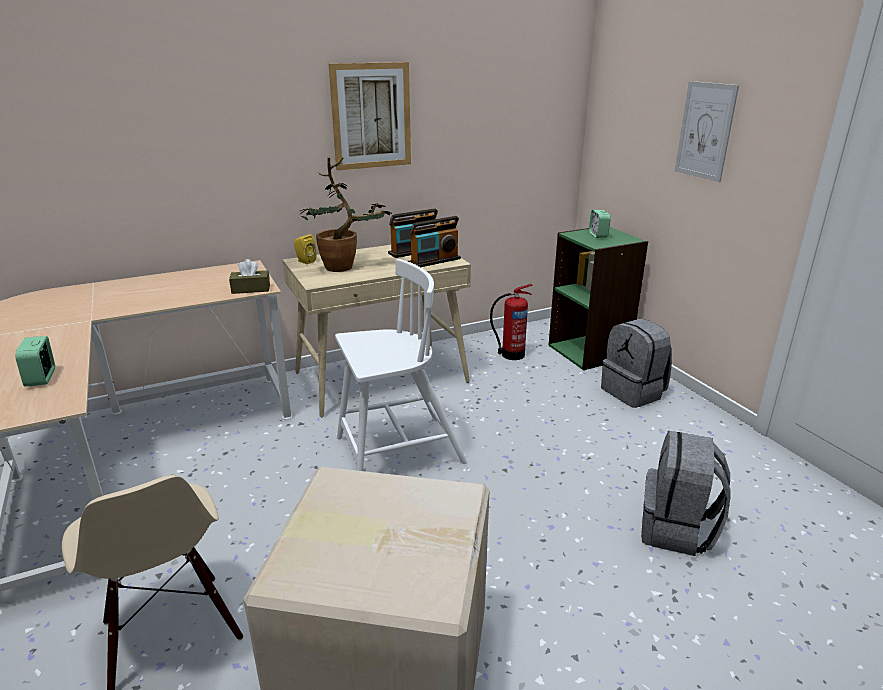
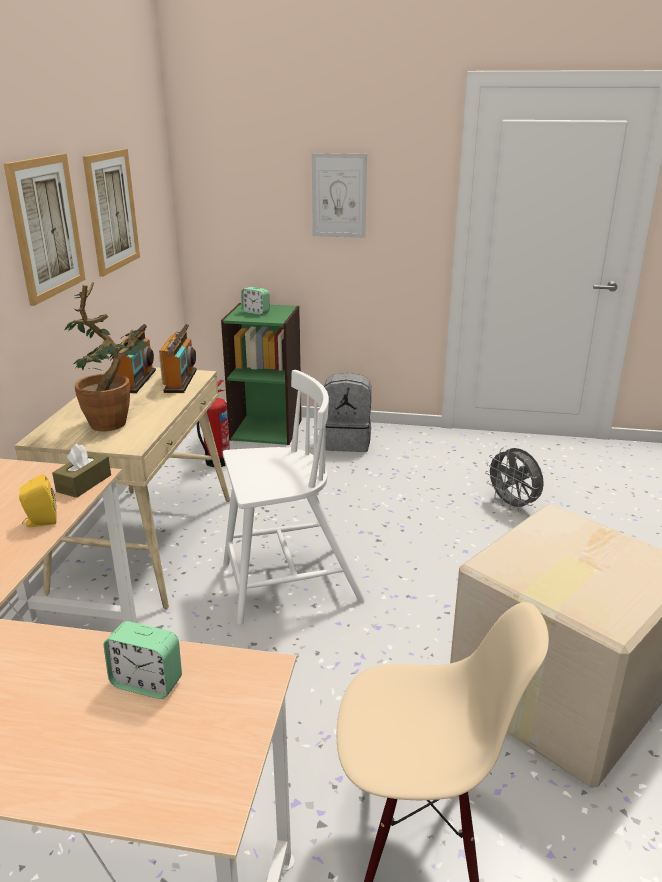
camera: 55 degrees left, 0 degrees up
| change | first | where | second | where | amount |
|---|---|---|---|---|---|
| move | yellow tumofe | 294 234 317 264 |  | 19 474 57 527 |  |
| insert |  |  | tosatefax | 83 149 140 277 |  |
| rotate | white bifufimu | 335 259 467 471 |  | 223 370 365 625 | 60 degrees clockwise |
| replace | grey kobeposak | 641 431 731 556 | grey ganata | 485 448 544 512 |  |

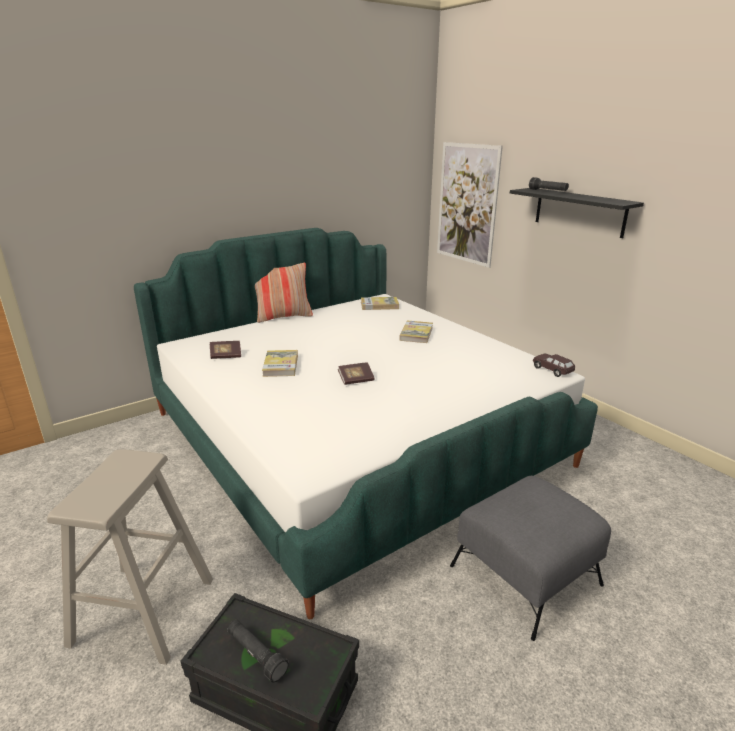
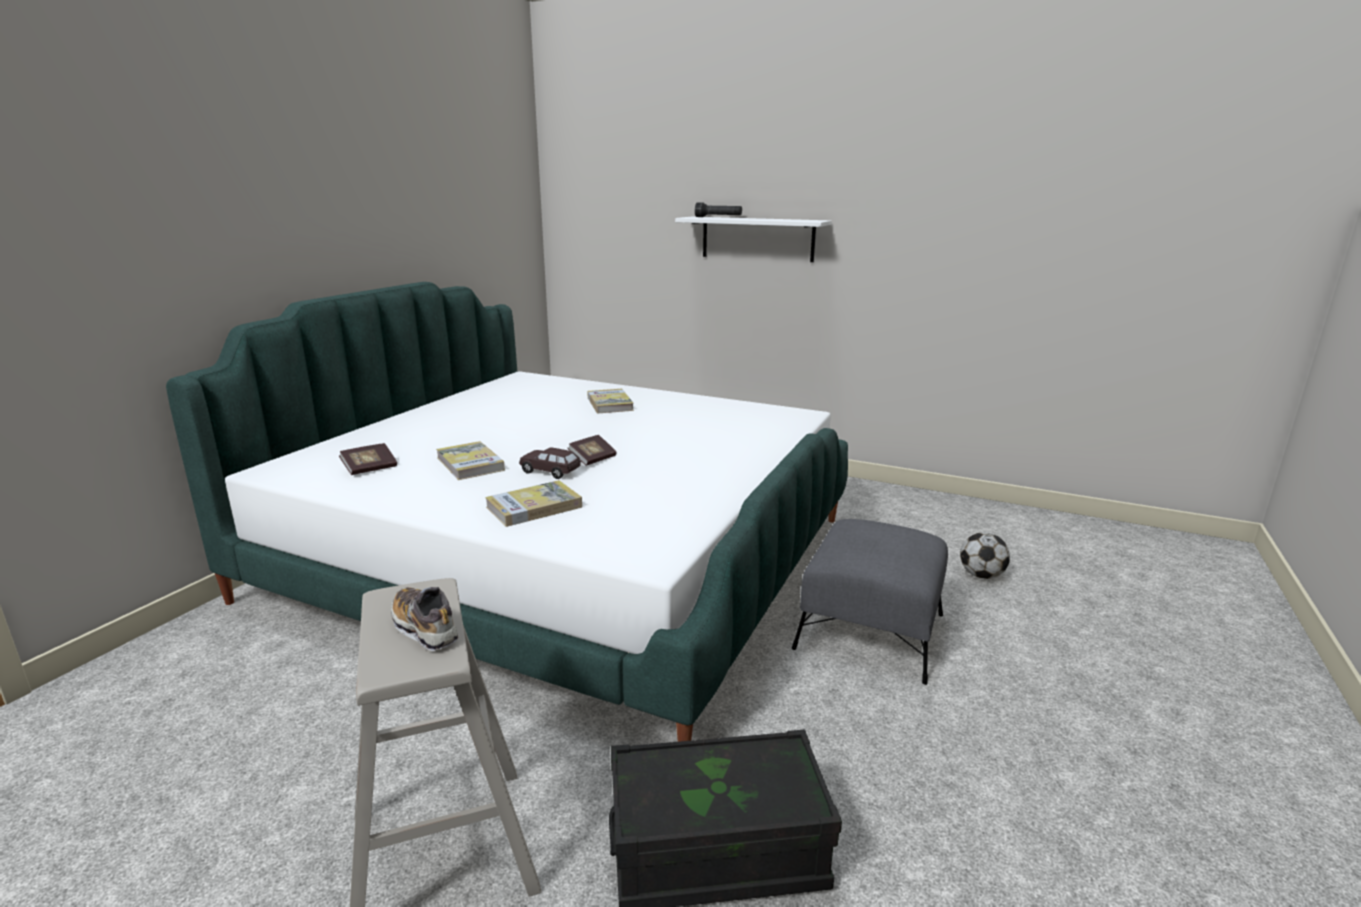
camera: 30 degrees left, 5 degrees down
| change | first | where | second | where | amount |
|---|---|---|---|---|---|
| insert |  |  | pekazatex | 391 587 458 651 |  |
| move | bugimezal | 361 297 399 310 |  | 485 480 582 527 |  |
| move | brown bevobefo | 533 354 575 377 |  | 519 447 581 479 |  |
| recolor | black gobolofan | 510 188 644 238 | white gobolofan | 675 217 832 262 |  |
| insert |  |  | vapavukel | 960 532 1010 579 |  |
| delete | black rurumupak | 228 620 289 683 |  |  |  |
| delete | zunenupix | 255 263 313 323 |  |  |  |
| delete | tosatefax | 437 142 503 268 |  |  |  |

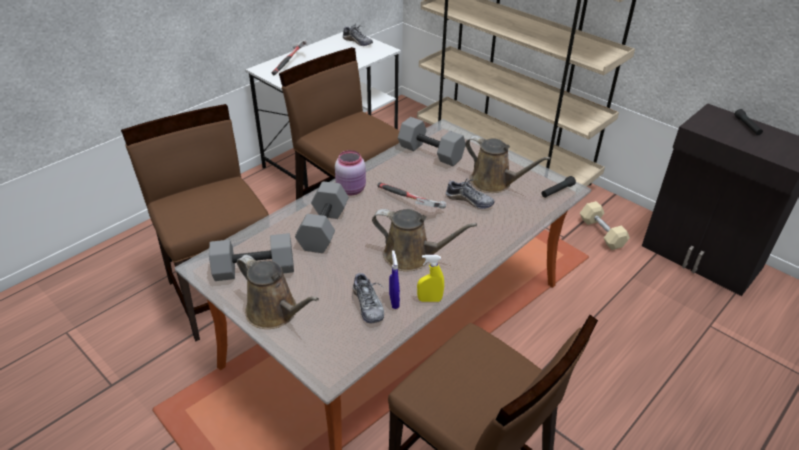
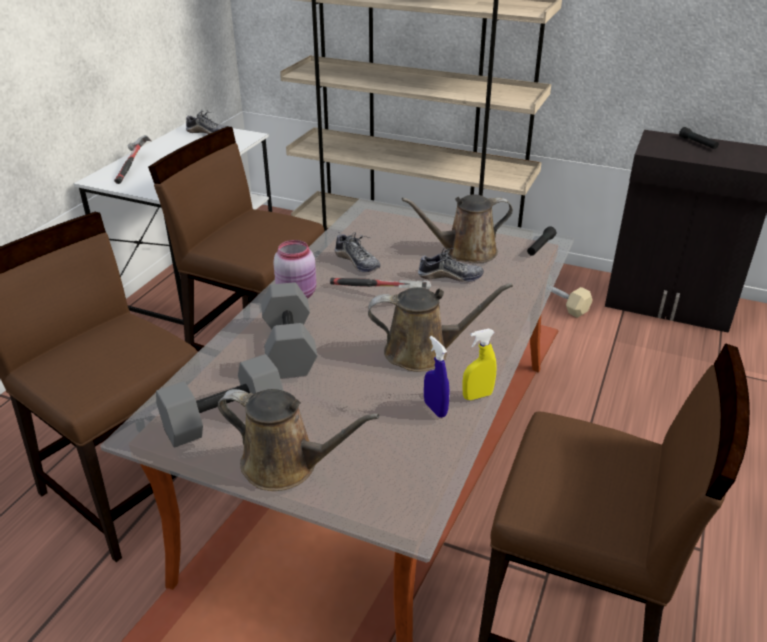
camera: 20 degrees left, 5 degrees down
| change | first | where | second | where | amount |
|---|---|---|---|---|---|
| move | pekazatex | 352 270 384 323 |  | 335 232 380 272 |  |
| rotate | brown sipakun | 465 136 551 193 |  | 402 195 513 263 | 150 degrees clockwise |
| delete | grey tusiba | 398 117 465 166 |  |  |  |

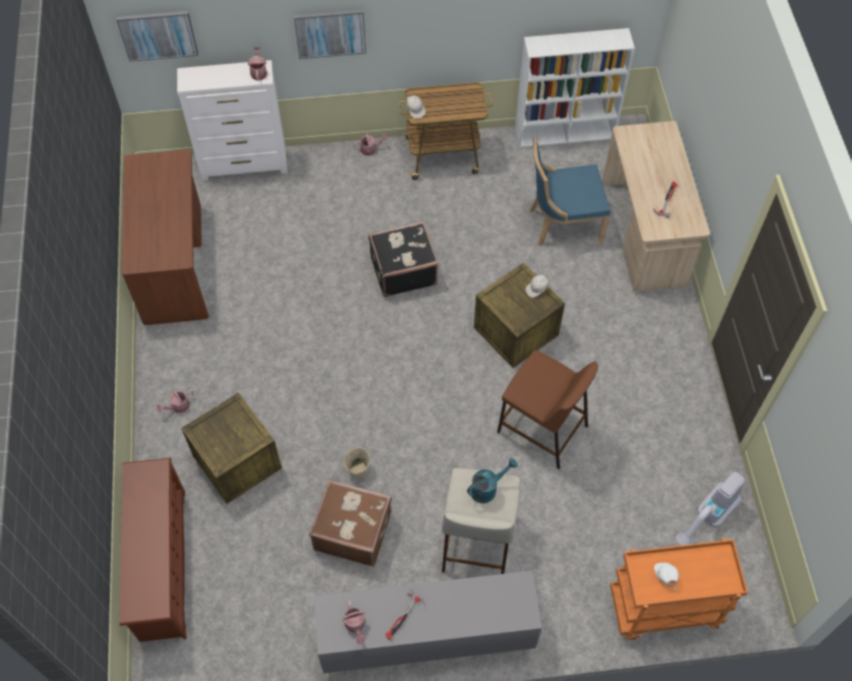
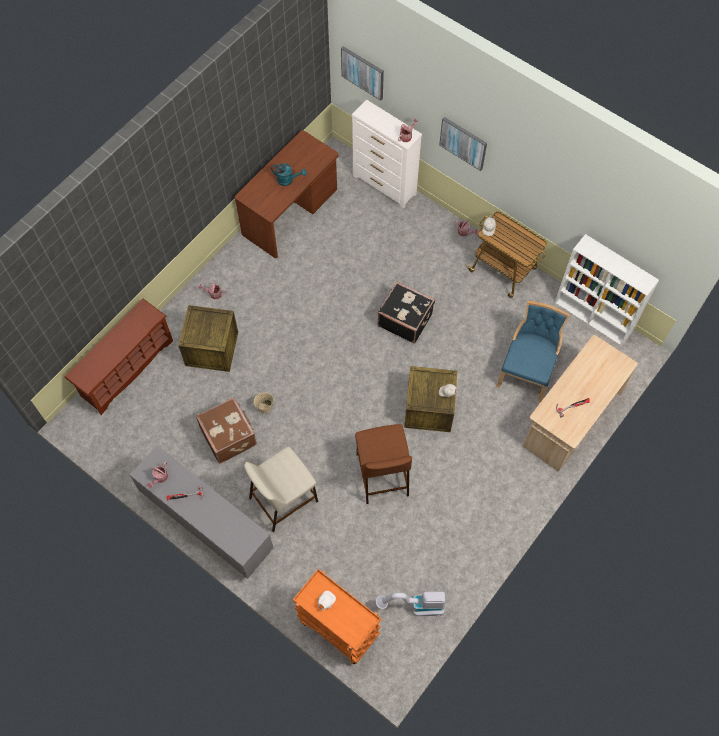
camera: 45 degrees right, 5 degrees up
| change | first | where | second | where | amount |
|---|---|---|---|---|---|
| move | turquoise sipakun | 467 458 518 503 |  | 271 163 307 186 |  |
| rotate | blue bifufimu | 530 137 610 246 |  | 496 301 570 402 | 75 degrees clockwise |

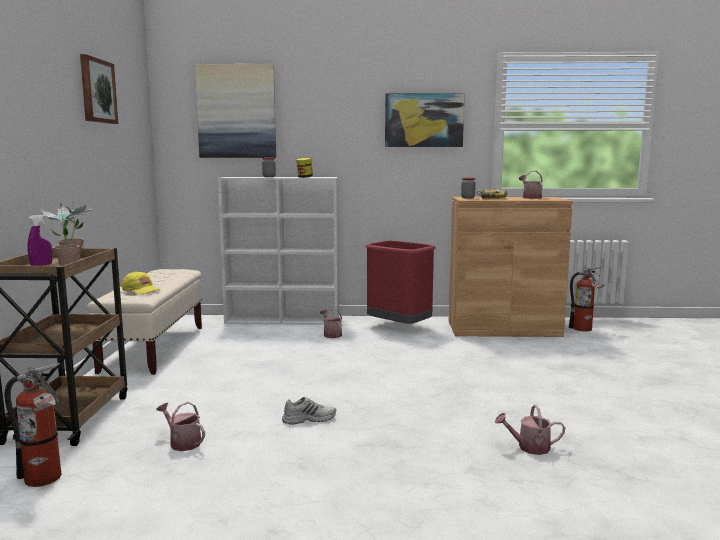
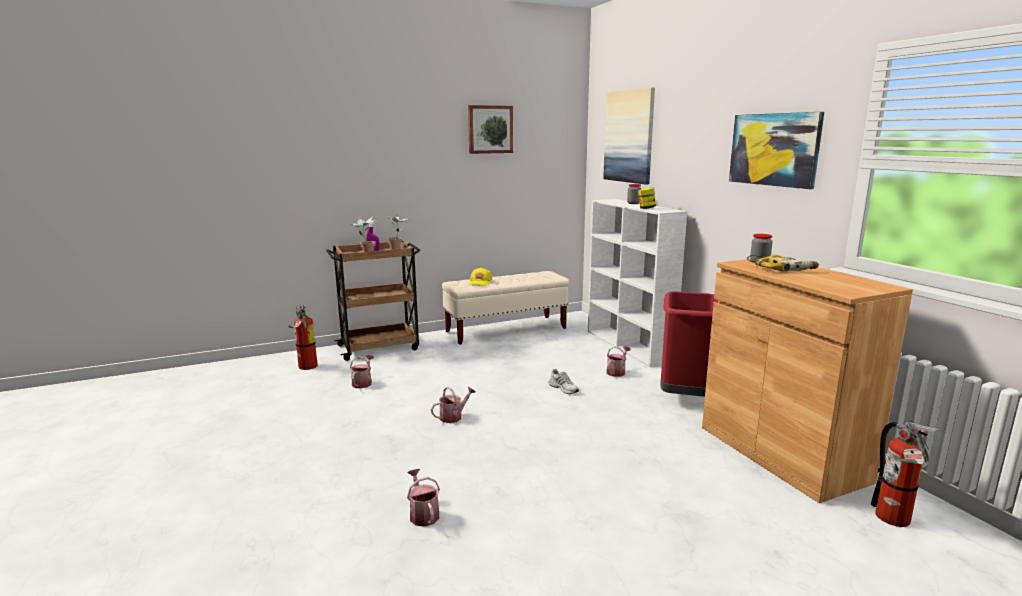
camera: 65 degrees right, 5 degrees up
| change | first | where | second | where | amount |
|---|---|---|---|---|---|
| move | sipakun | 519 171 543 199 |  | 431 387 476 423 |  |
| move | white pekazatex | 282 397 336 425 |  | 549 369 579 394 |  |

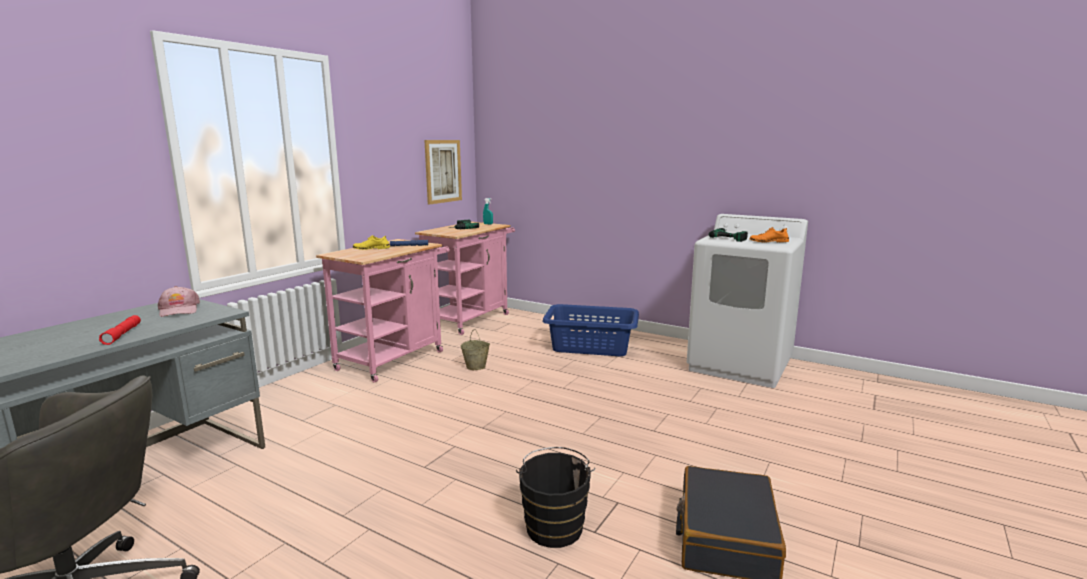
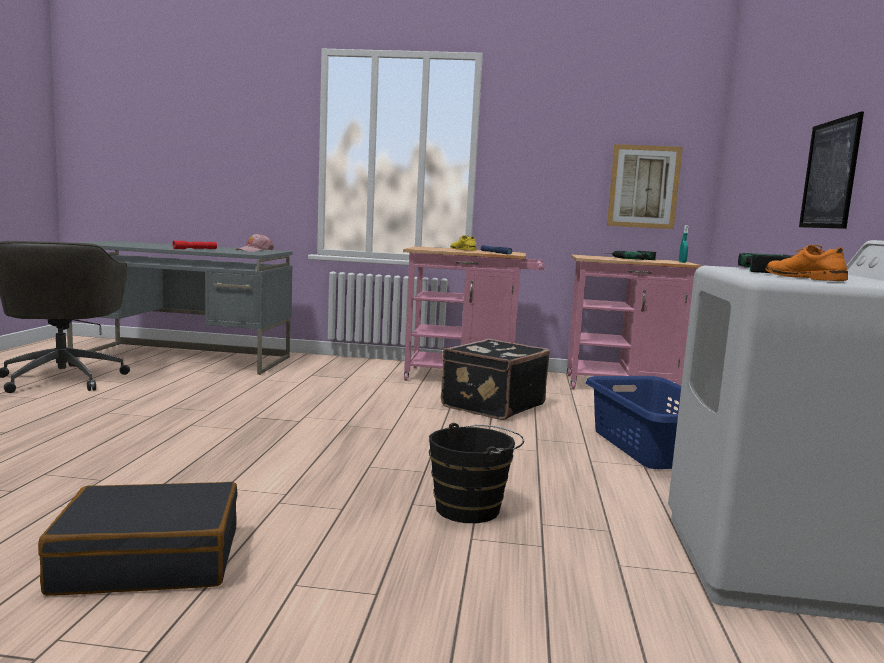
camera: 65 degrees right, 5 degrees down
| change | first | where | second | where | amount |
|---|---|---|---|---|---|
| move | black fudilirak | 516 447 595 548 |  | 429 423 524 523 |  |
| replace | beige fudilirak | 460 329 490 370 | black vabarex | 441 338 550 420 |  |
| insert |  |  | tosatefax | 799 112 864 229 |  |

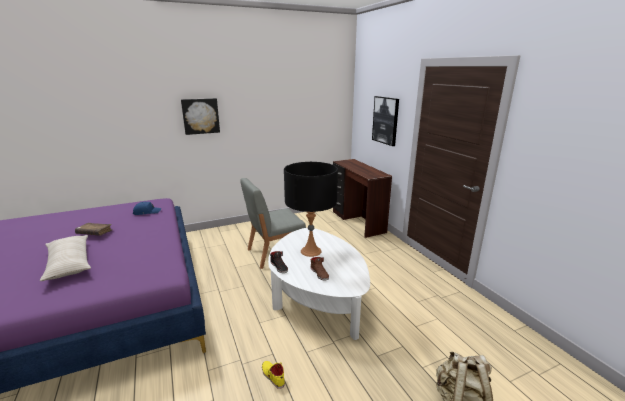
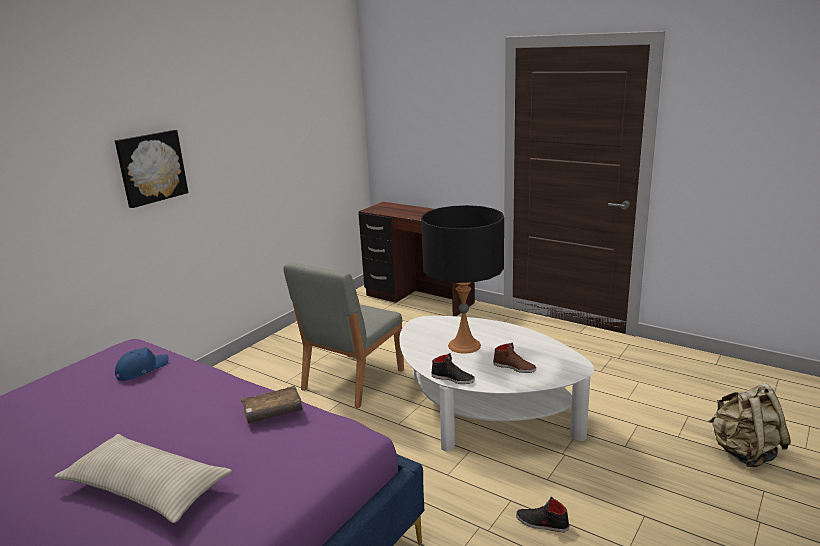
camera: 30 degrees left, 0 degrees up
| change | first | where | second | where | amount |
|---|---|---|---|---|---|
| move | brown bugimezal | 75 223 112 236 |  | 241 386 303 424 |  |
| recolor | yellow pekazatex | 262 361 285 389 | black pekazatex | 516 497 569 532 |  |
| delete | tosatefax | 372 96 399 146 |  |  |  |

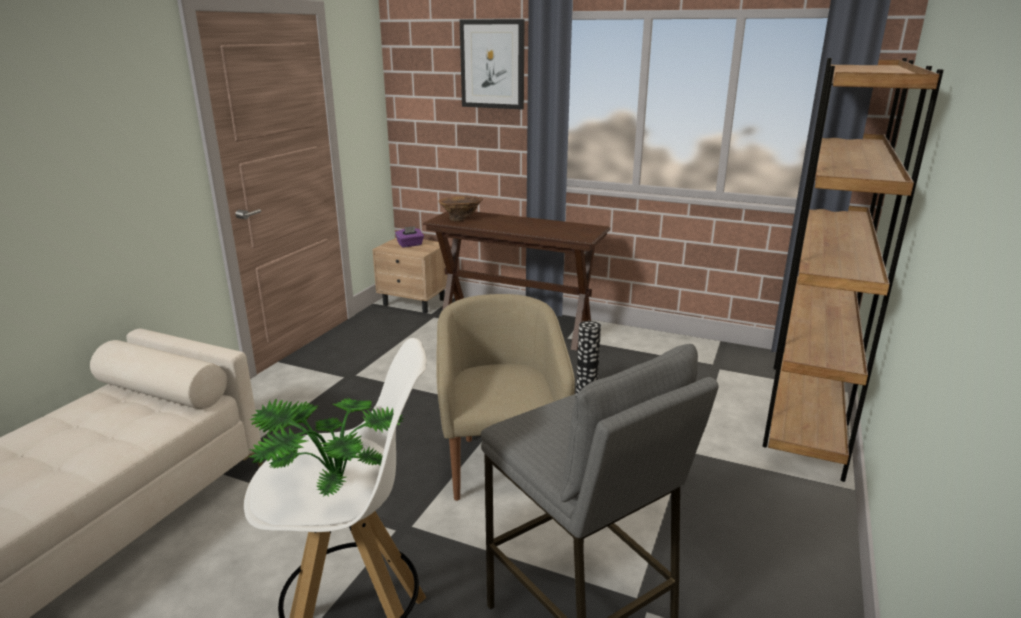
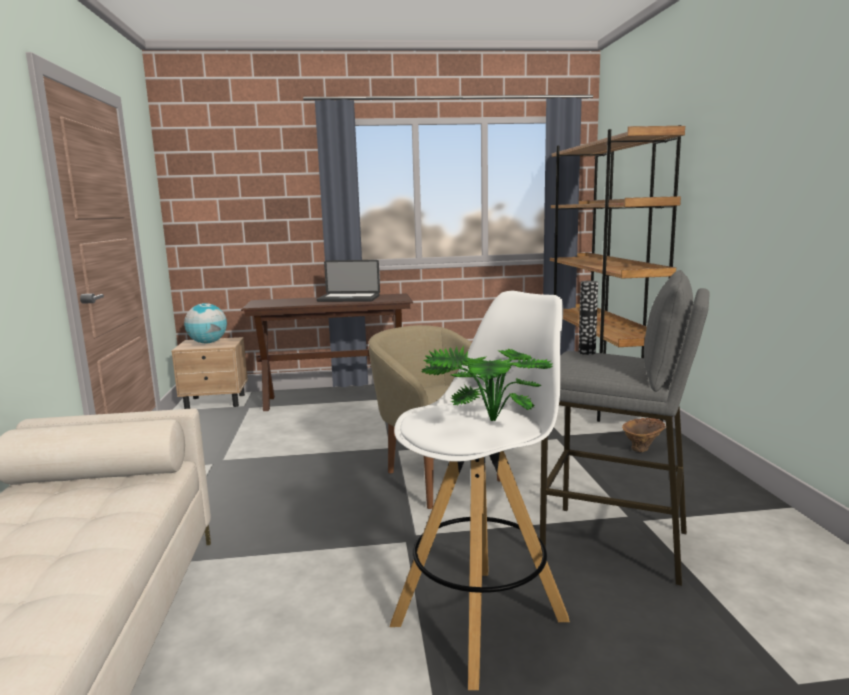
camera: 30 degrees left, 10 degrees down
| change | first | where | second | where | amount |
|---|---|---|---|---|---|
| replace | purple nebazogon | 395 226 424 248 | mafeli | 184 303 227 343 |  |
| insert |  |  | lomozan | 317 260 380 302 |  |
| move | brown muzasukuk | 439 196 483 221 |  | 622 418 666 452 |  |
| delete | tosatefax | 460 19 524 109 |  |  |  |

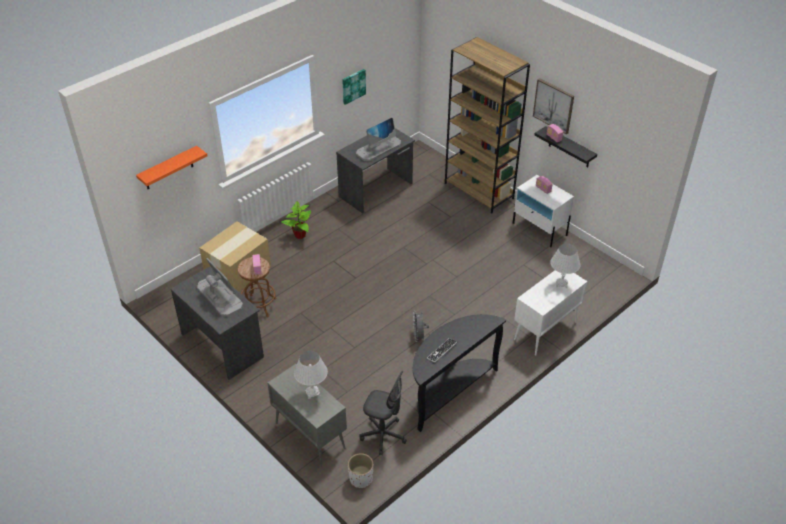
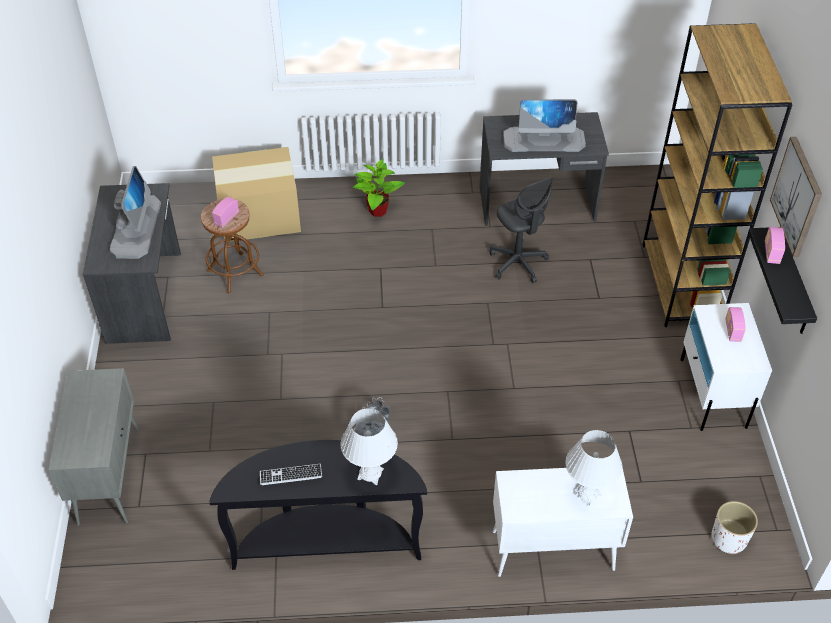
camera: 40 degrees right, 5 degrees up
| change | first | where | second | where | amount |
|---|---|---|---|---|---|
| move | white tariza | 294 351 328 399 |  | 340 408 398 485 |  |
| move | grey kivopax | 360 371 407 455 |  | 489 177 553 283 |  |
| move | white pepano | 348 453 373 488 |  | 711 501 758 554 |  |
| delete | orange gobolofan | 136 146 207 189 |  |  |  |
| delete | tosatefax | 342 69 366 105 |  |  |  |

